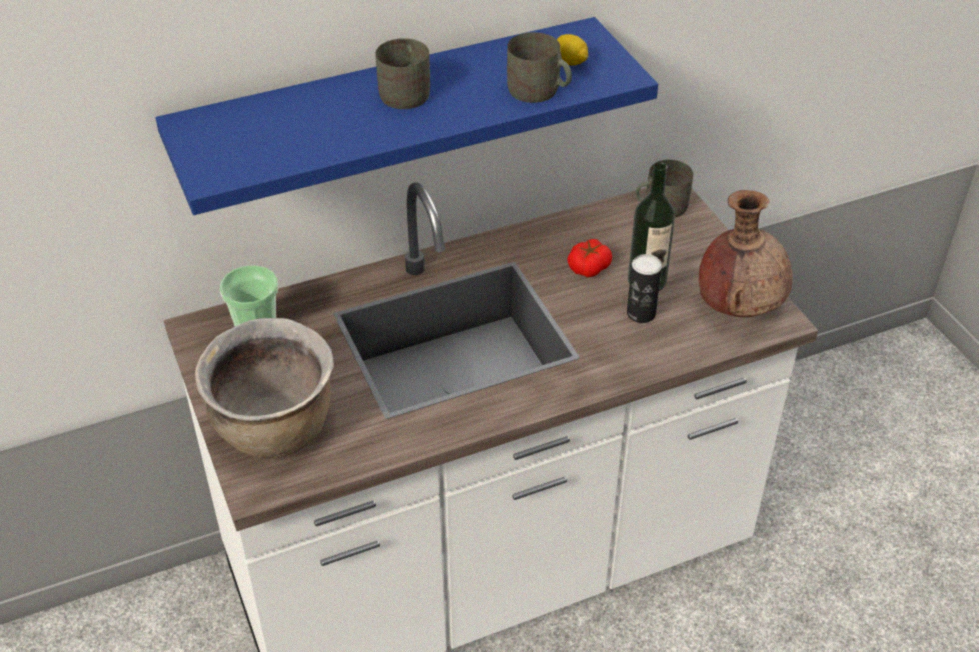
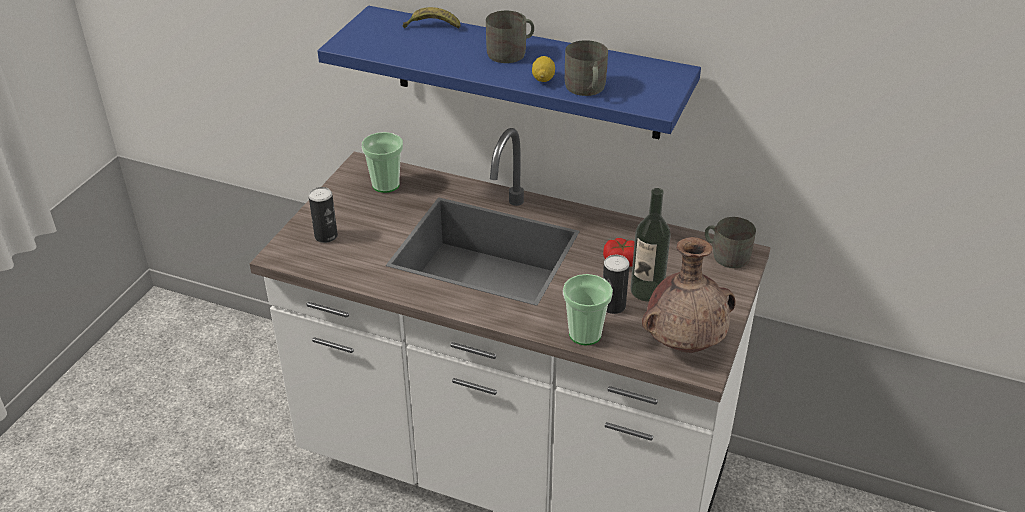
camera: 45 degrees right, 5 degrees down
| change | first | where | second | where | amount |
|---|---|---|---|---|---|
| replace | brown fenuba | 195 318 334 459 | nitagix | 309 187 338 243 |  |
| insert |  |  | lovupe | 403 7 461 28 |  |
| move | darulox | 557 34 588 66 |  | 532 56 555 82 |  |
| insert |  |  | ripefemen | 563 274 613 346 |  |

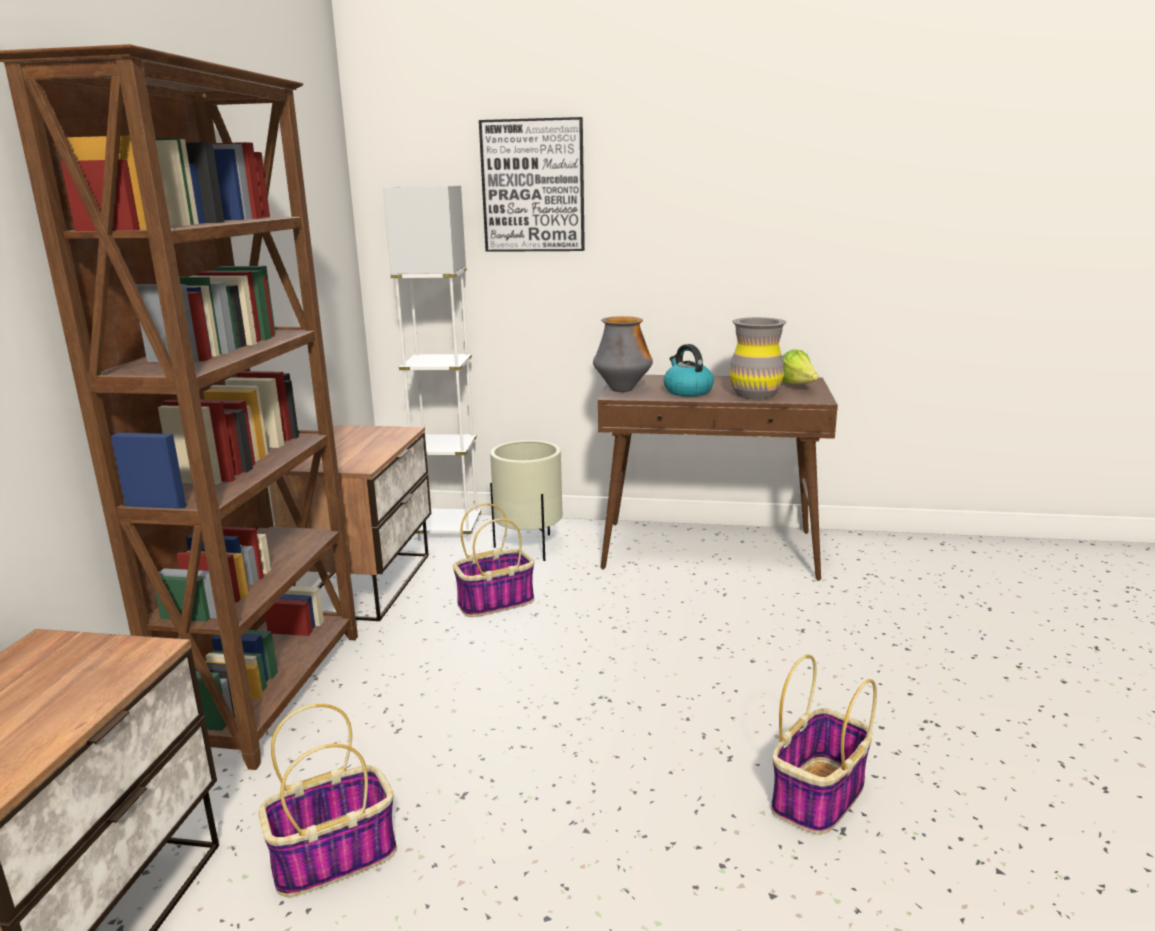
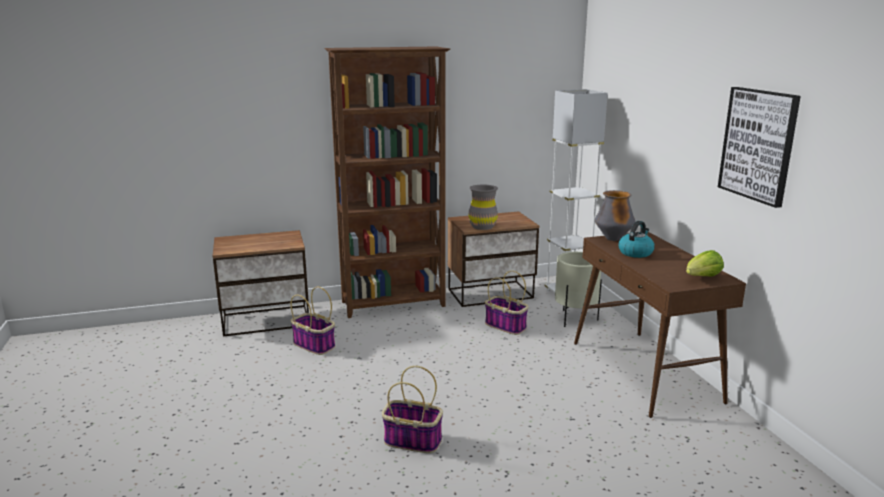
camera: 65 degrees right, 0 degrees up
| change | first | where | second | where | amount |
|---|---|---|---|---|---|
| move | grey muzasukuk | 729 317 787 399 |  | 468 185 498 230 |  |
| move | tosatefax | 479 117 585 252 |  | 718 87 801 208 |  |

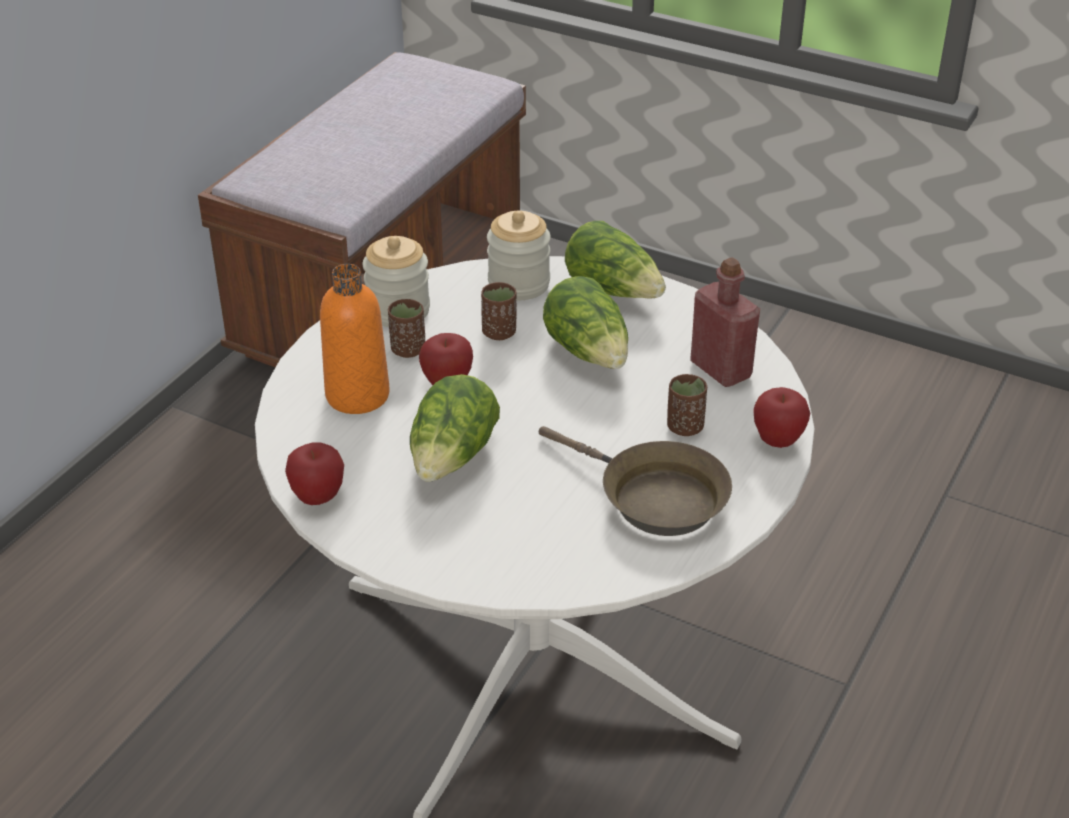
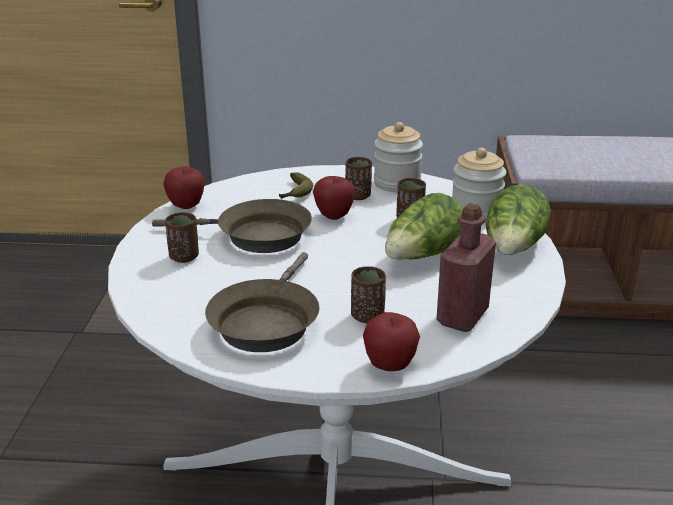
camera: 65 degrees right, 10 degrees down
| change | first | where | second | where | amount |
|---|---|---|---|---|---|
| replace | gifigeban | 410 374 500 482 | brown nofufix | 152 199 312 253 |  |
| insert |  |  | brown ripefemen | 165 212 199 263 |  |
| replace | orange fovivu | 320 264 390 414 | lovupe | 279 172 313 199 |  |

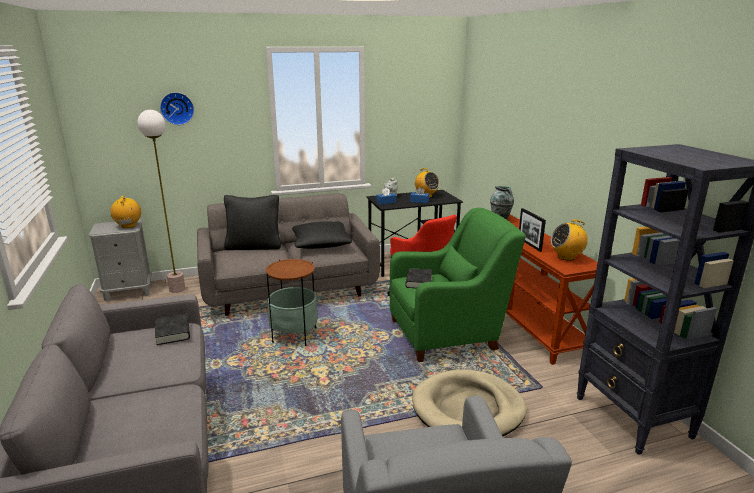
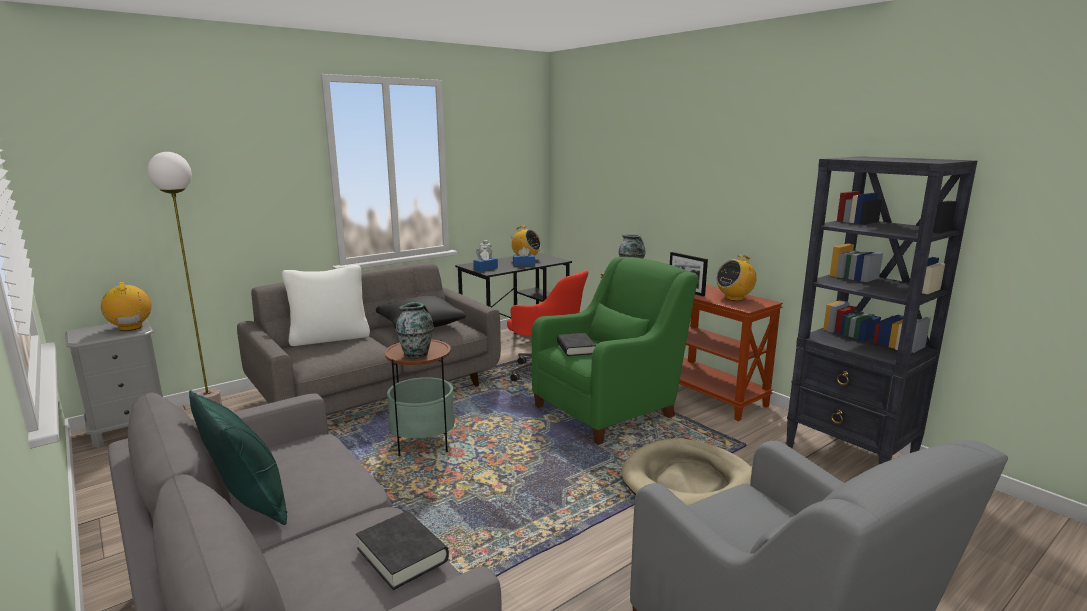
camera: 20 degrees left, 5 degrees down
| change | first | where | second | where | amount |
|---|---|---|---|---|---|
| insert |  |  | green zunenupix | 189 390 288 525 |  |
| recolor | black zunenupix | 224 195 281 250 | white zunenupix | 282 265 370 346 |  |
| move | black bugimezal | 155 313 190 345 |  | 356 511 449 590 |  |
| insert |  |  | muzasukuk | 396 302 434 359 |  |
| delete | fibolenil | 160 92 194 125 |  |  |  |

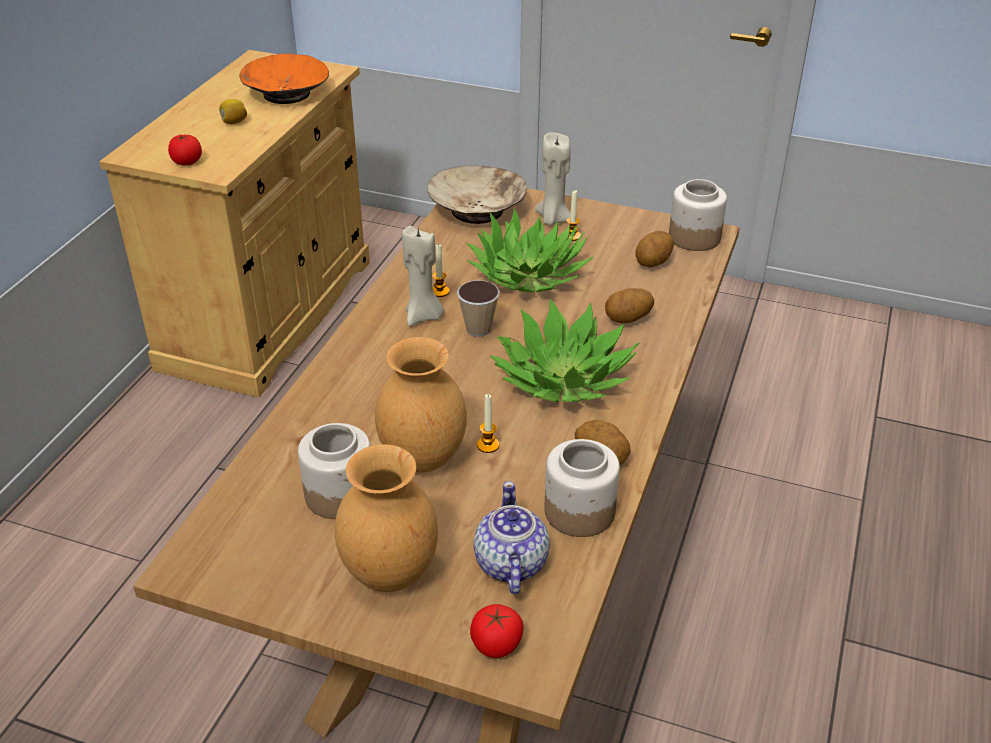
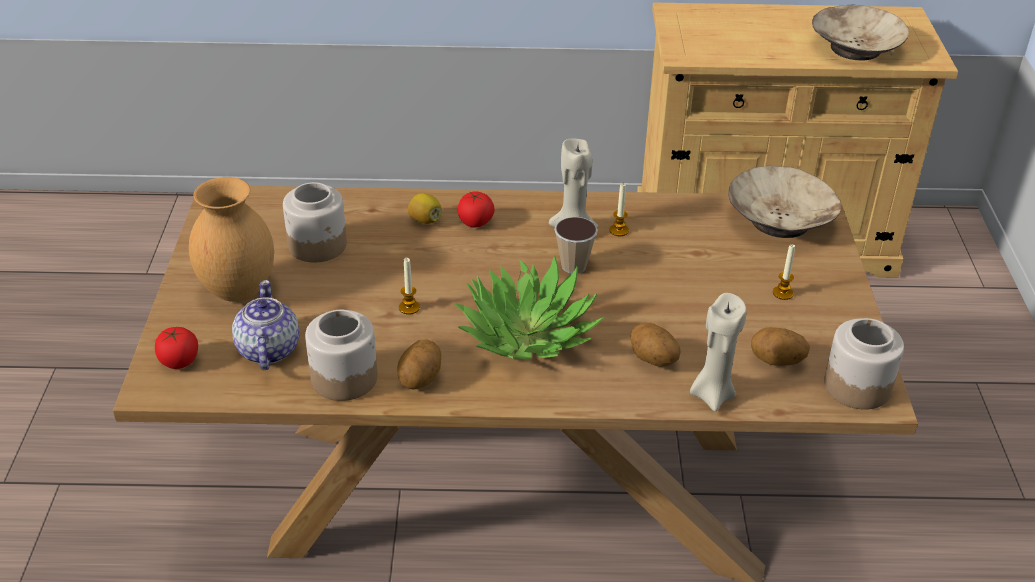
camera: 70 degrees right, 0 degrees up
| change | first | where | second | where | amount |
|---|---|---|---|---|---|
| rotate | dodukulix | 474 481 550 595 |  | 232 280 299 370 | 75 degrees counterclockwise |
| move | darulox | 219 99 247 124 |  | 408 193 442 224 |  |
| move | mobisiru | 168 134 202 165 |  | 458 191 495 228 |  |
| move | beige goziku | 535 132 571 226 |  | 690 293 747 412 |  |
| recolor | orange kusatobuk | 239 54 329 104 | beige kusatobuk | 812 5 909 60 |  |
| delete | brown muzasukuk | 375 337 467 473 |  |  |  |
| delete | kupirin | 466 208 593 293 |  |  |  |

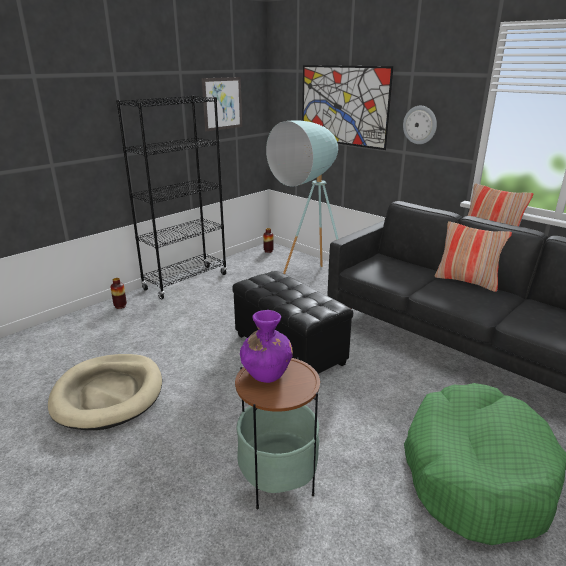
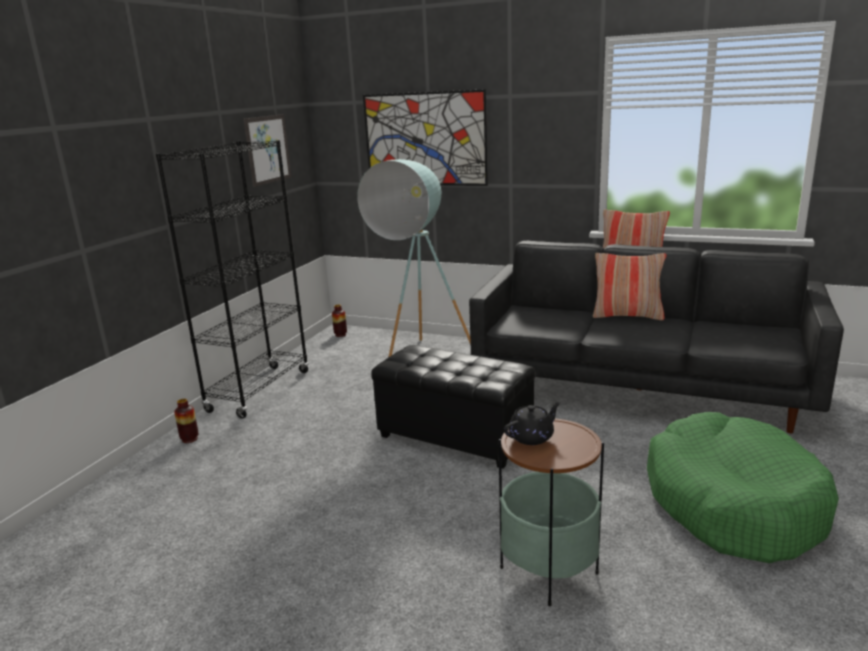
camera: 20 degrees left, 5 degrees down
| change | first | where | second | where | amount |
|---|---|---|---|---|---|
| replace | purple muzasukuk | 240 310 293 383 | black dodukulix | 504 402 560 445 |  |
| delete | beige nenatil | 48 354 162 430 |  |  |  |
| delete | fibolenil | 403 106 437 144 |  |  |  |

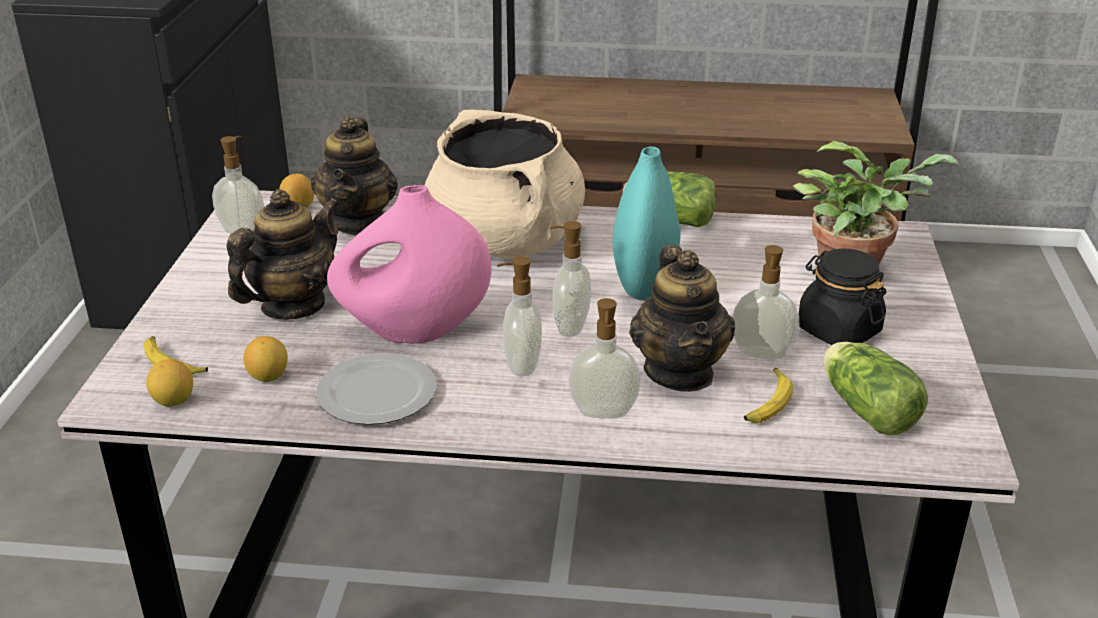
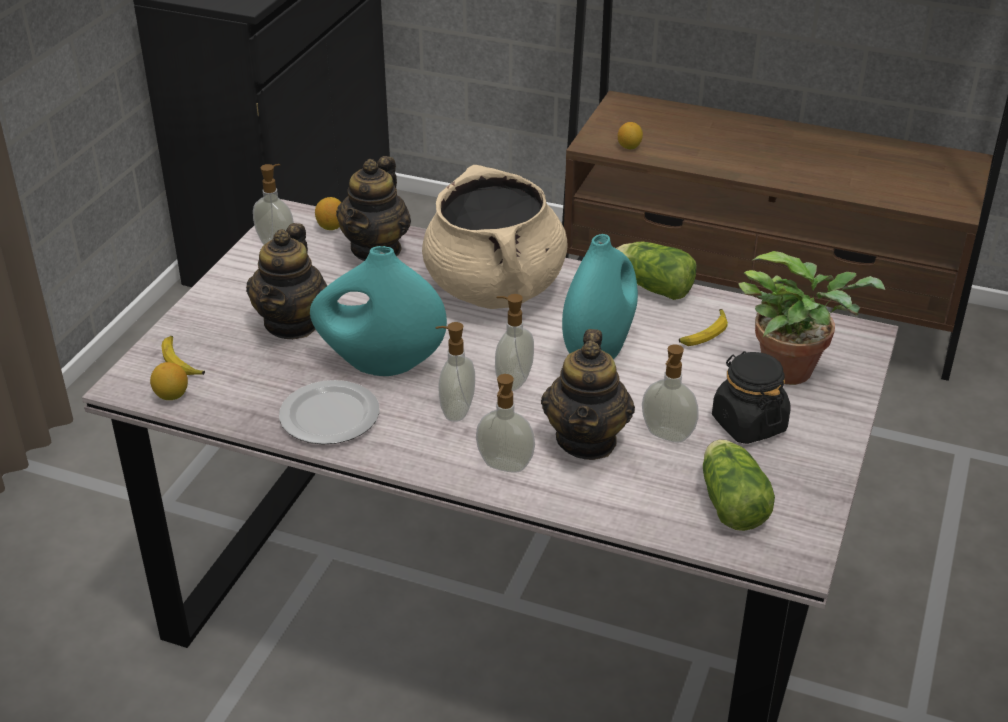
camera: 15 degrees right, 5 degrees up
| change | first | where | second | where | amount |
|---|---|---|---|---|---|
| rotate | dodukulix | 227 189 340 320 |  | 246 223 327 339 | 135 degrees clockwise |
| recolor | pink muzasukuk | 327 185 492 344 | turquoise muzasukuk | 310 246 447 376 |  |
| move | darulox | 244 336 288 382 |  | 618 122 643 149 |  |
| move | lovupe | 744 368 793 424 |  | 679 309 728 346 |  |

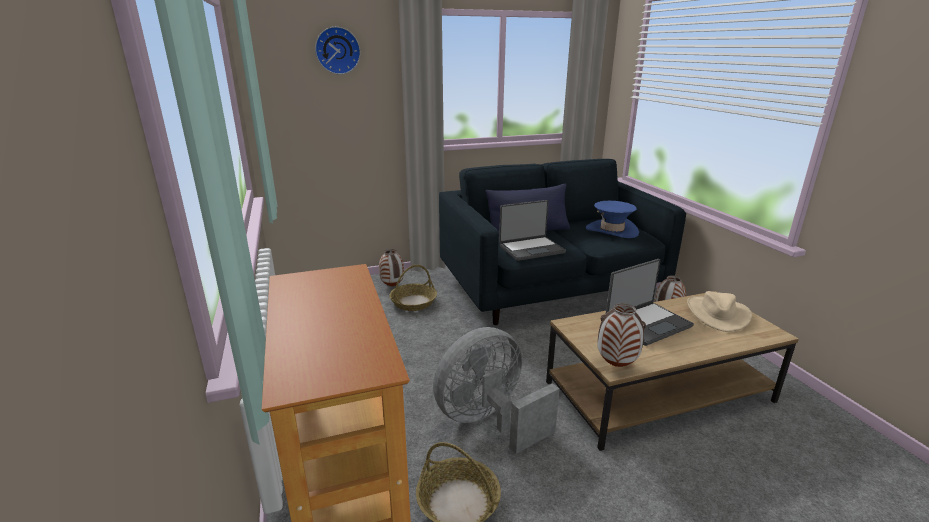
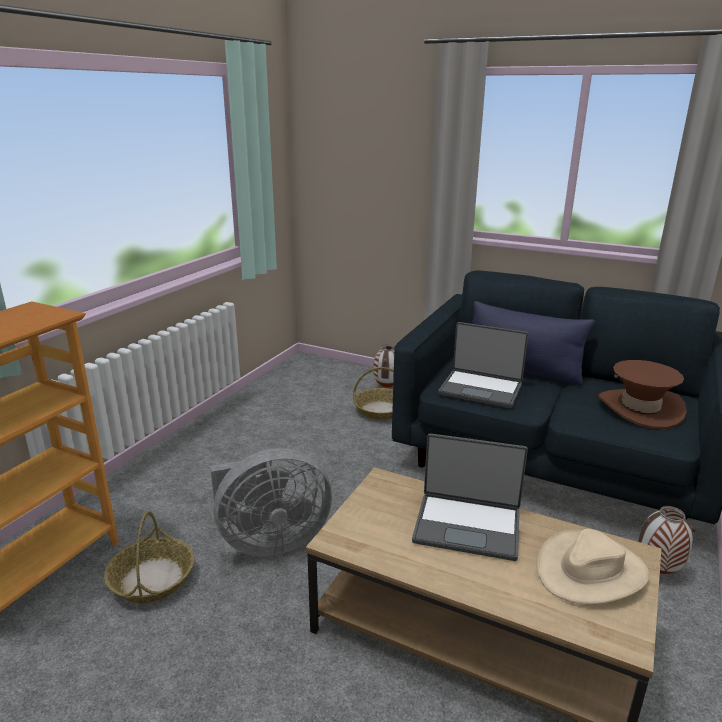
camera: 45 degrees right, 0 degrees up
| change | first | where | second | where | amount |
|---|---|---|---|---|---|
| rotate | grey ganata | 433 327 560 454 |  | 210 448 332 556 | 150 degrees clockwise |
| recolor | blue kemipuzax | 586 201 639 238 | brown kemipuzax | 598 360 687 429 |  |
| delete | fibolenil | 315 26 361 75 |  |  |  |
| delete | muzasukuk | 597 303 646 367 |  |  |  |

